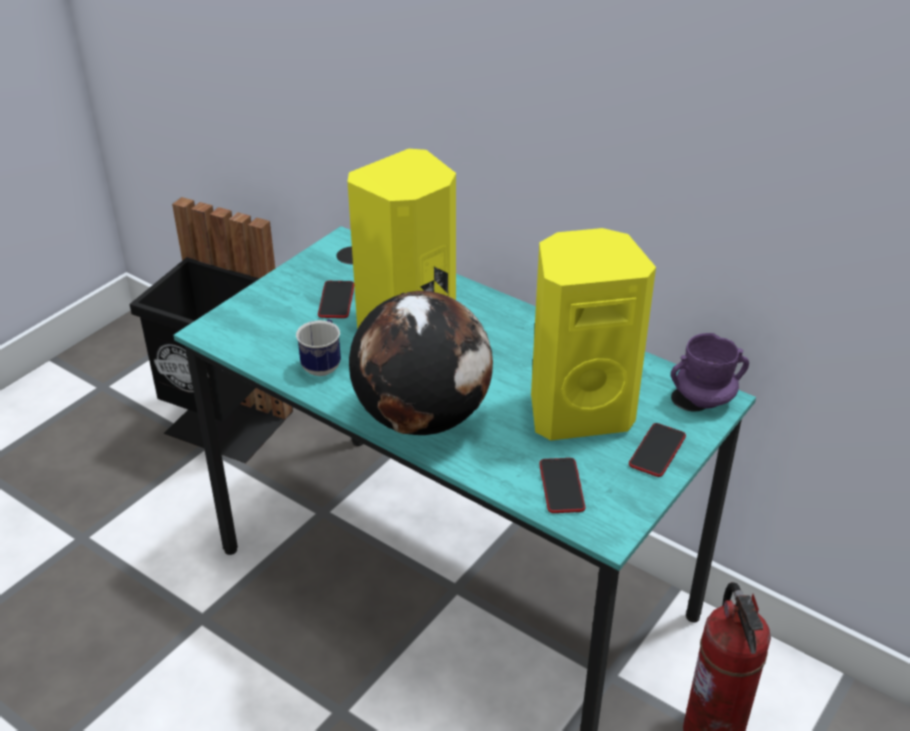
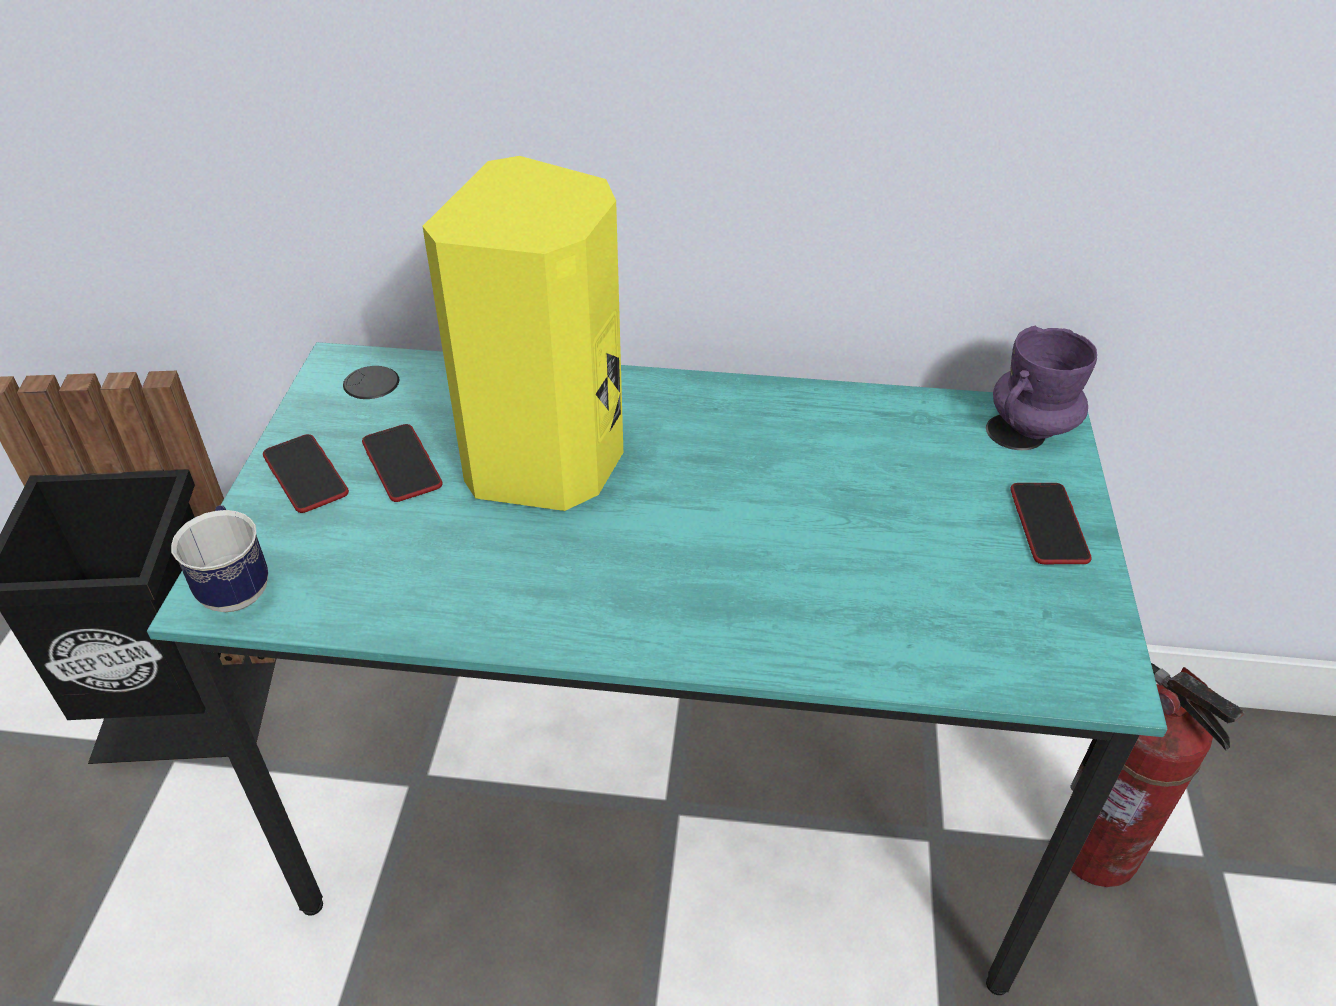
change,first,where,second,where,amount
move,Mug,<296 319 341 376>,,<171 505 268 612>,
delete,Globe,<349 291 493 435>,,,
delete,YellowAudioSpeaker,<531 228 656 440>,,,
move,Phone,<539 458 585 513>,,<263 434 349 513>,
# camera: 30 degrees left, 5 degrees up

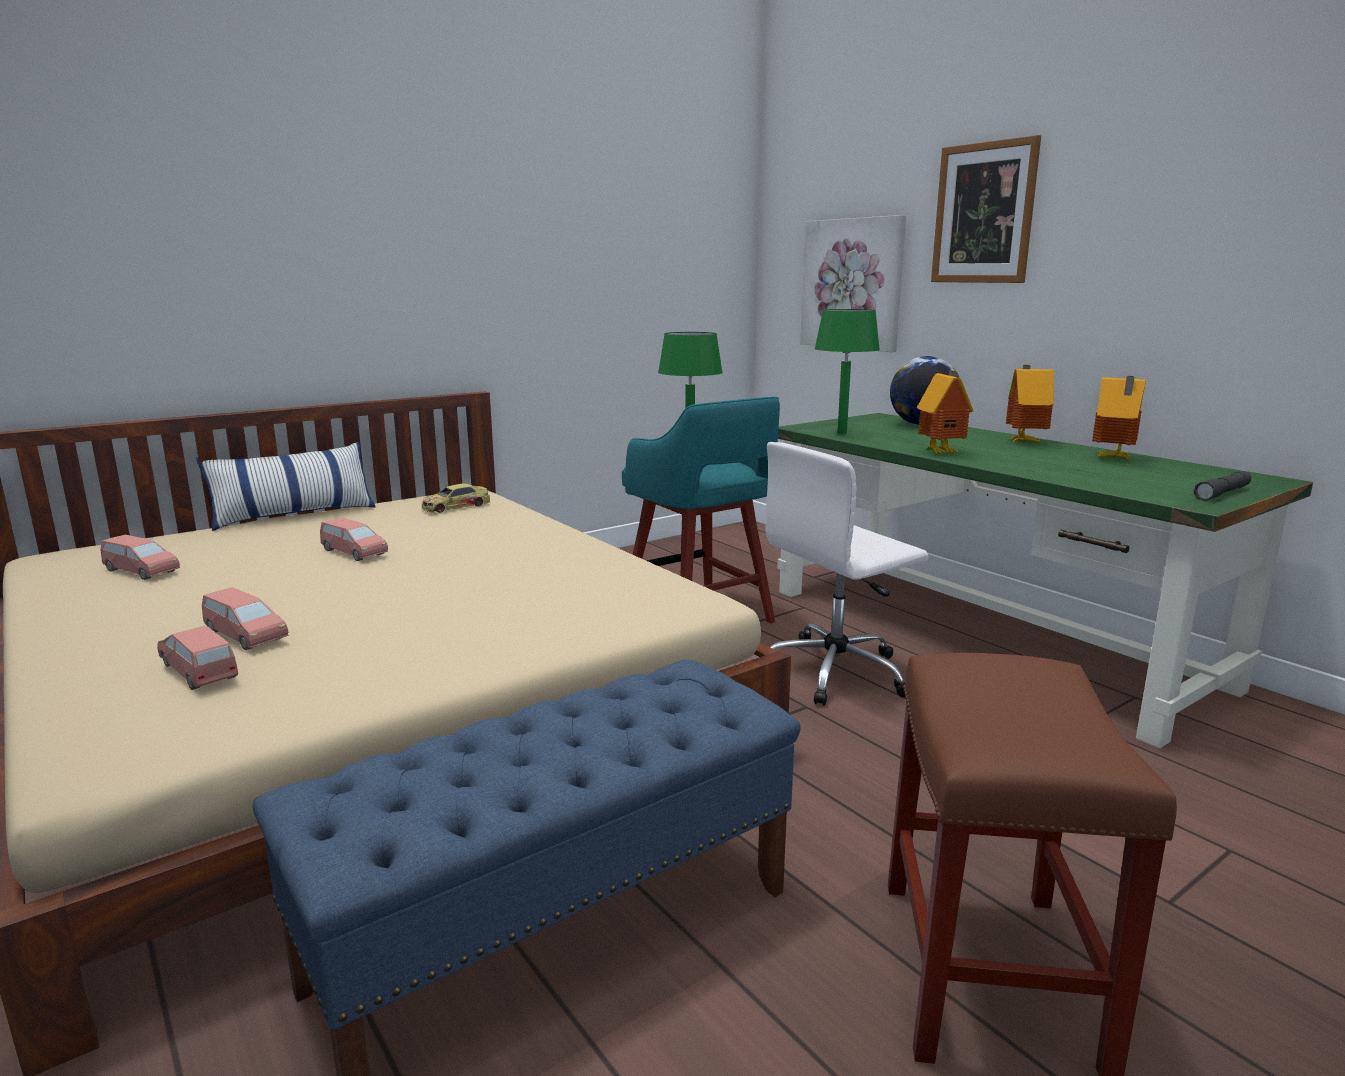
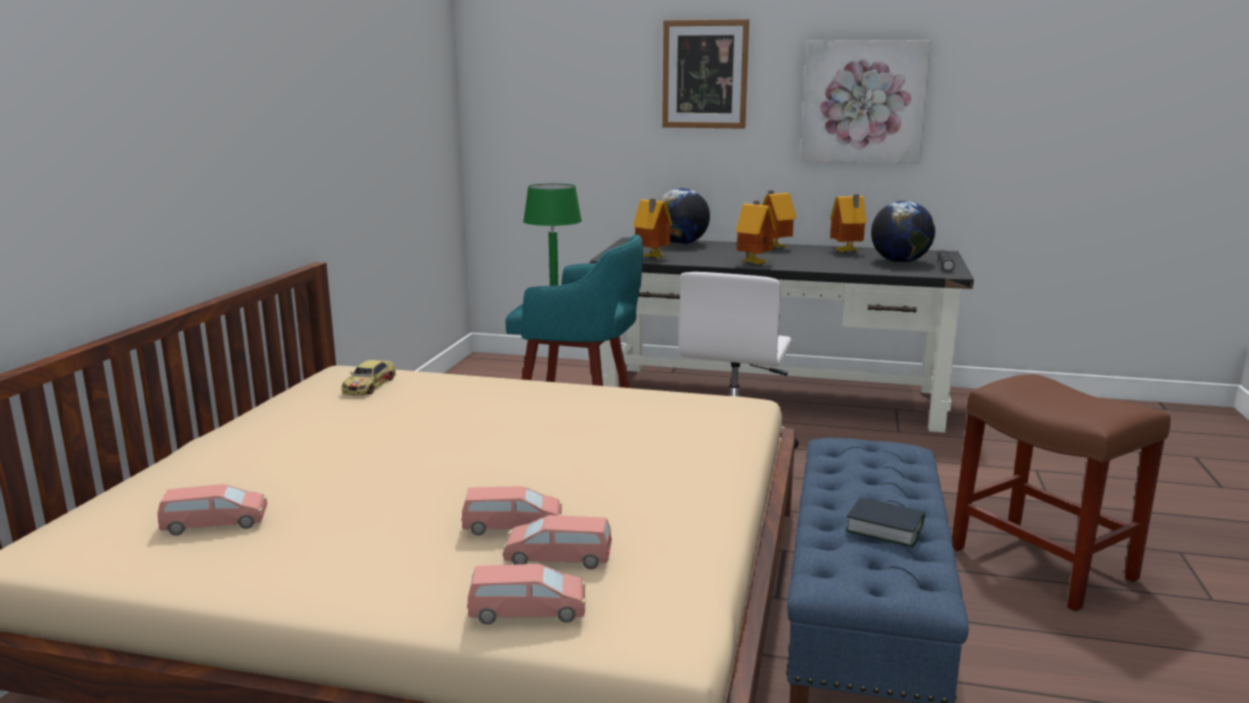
change,first,where,second,where,amount
delete,ThrowPillow,<196 442 376 531>,,,
move,PinkishMiniatureCar,<320 518 388 561>,,<467 564 585 625>,
recolor,GreenishDeskUnit,<777 413 1313 749>,BlackishDeskUnit,<590 237 974 433>,
move,WallArt,<800 215 906 352>,,<800 40 931 164>,
replace,GreenishLampForATable,<814 309 880 434>,MiniatureHouse,<633 199 673 259>,
insert,,,BoundBook,<846 497 925 547>,
insert,,,Globe,<871 201 935 263>,
# camera: 40 degrees left, 0 degrees up

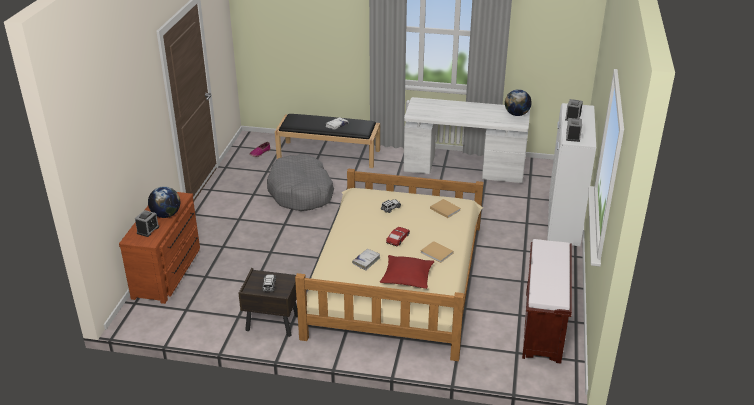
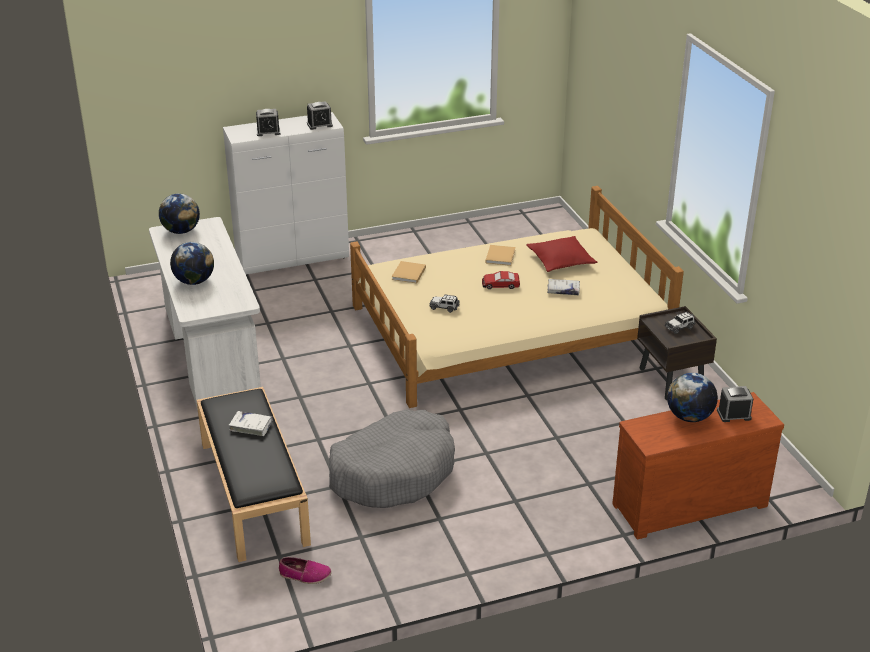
change,first,where,second,where,amount
delete,BrownishLongSeat,<522 239 572 364>,,,
insert,,,Globe,<170 242 214 285>,
# camera: 120 degrees left, 0 degrees up

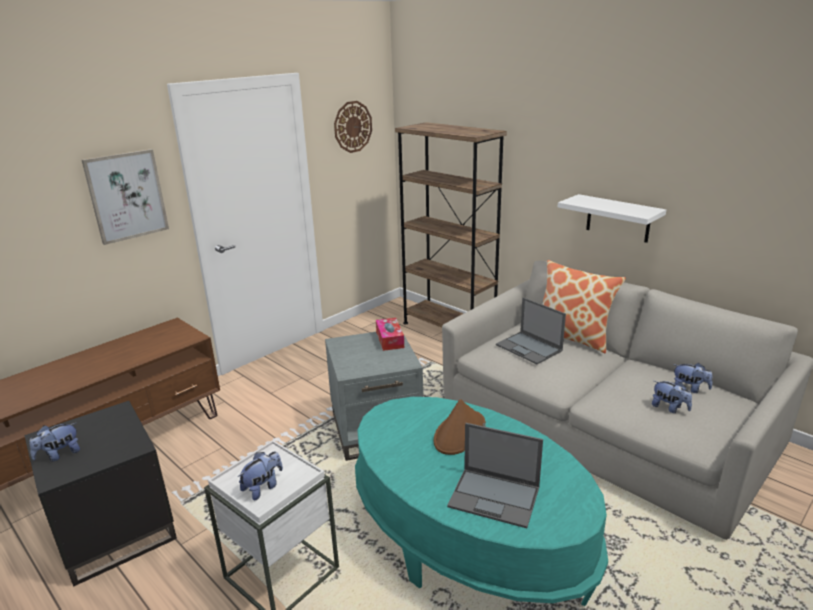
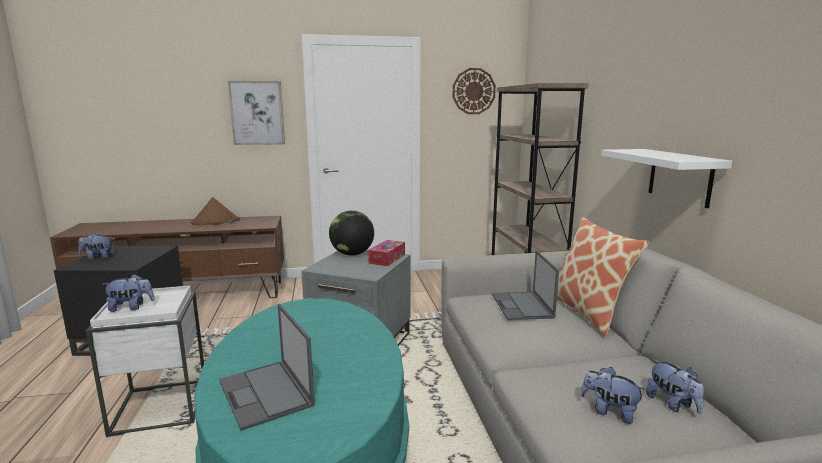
change,first,where,second,where,amount
move,BrownishClothingHat,<434 399 486 455>,,<191 197 240 225>,
rotate,CuddlyToy,<652 381 692 413>,,<580 367 647 424>,135 degrees clockwise
insert,,,Globe,<329 210 374 256>,
# camera: 35 degrees right, 10 degrees down

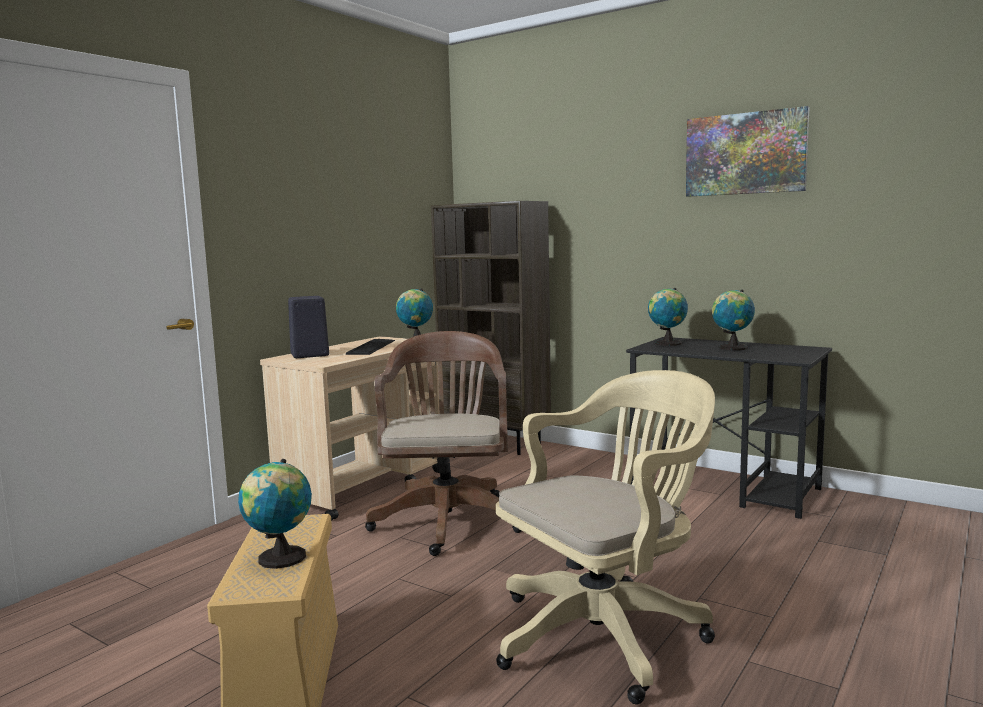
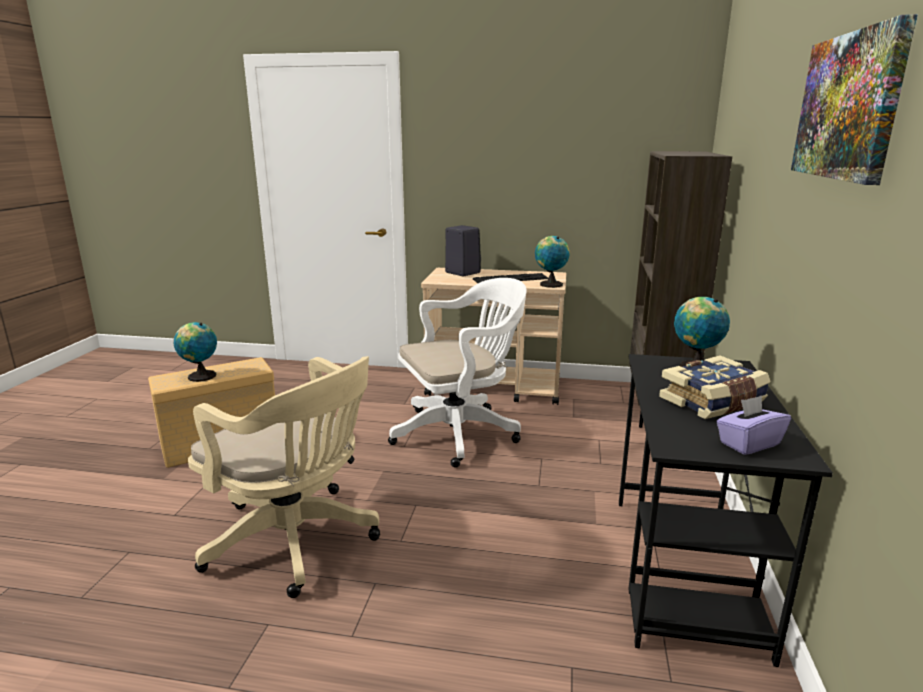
change,first,where,second,where,amount
recolor,BrownishComputerChair,<365 331 522 556>,WhiteColouredComputerChair,<388 278 527 468>,
replace,Globe,<712 290 755 350>,BoundBook,<659 356 771 419>,
insert,,,PurpleColouredBoxOfTissues,<716 395 791 455>,
# camera: 65 degrees right, 10 degrees up

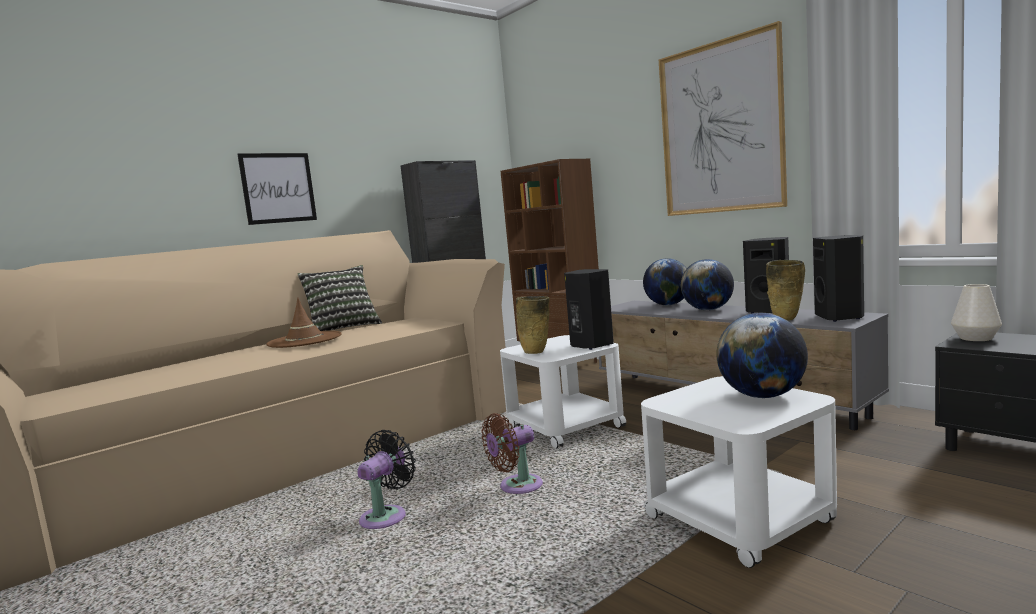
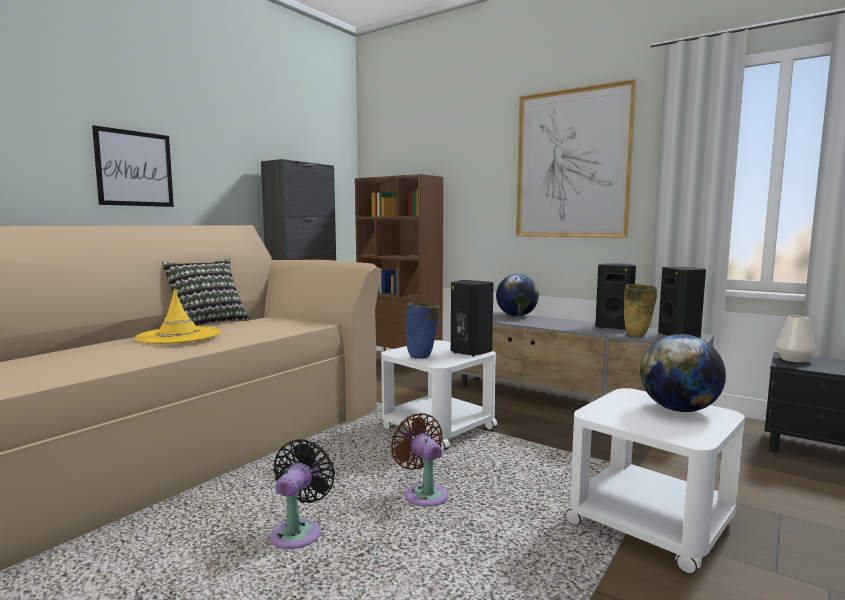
change,first,where,second,where,amount
recolor,BrownishClothingHat,<266 297 342 348>,YellowClothingHat,<135 289 220 344>,
rotate,BrownishElectricFan,<482 413 543 494>,,<391 413 448 507>,105 degrees clockwise
recolor,BeigeVase,<516 296 549 354>,BlueVase,<405 302 439 359>,
delete,Globe,<681 259 734 310>,,,
# camera: 15 degrees left, 0 degrees up

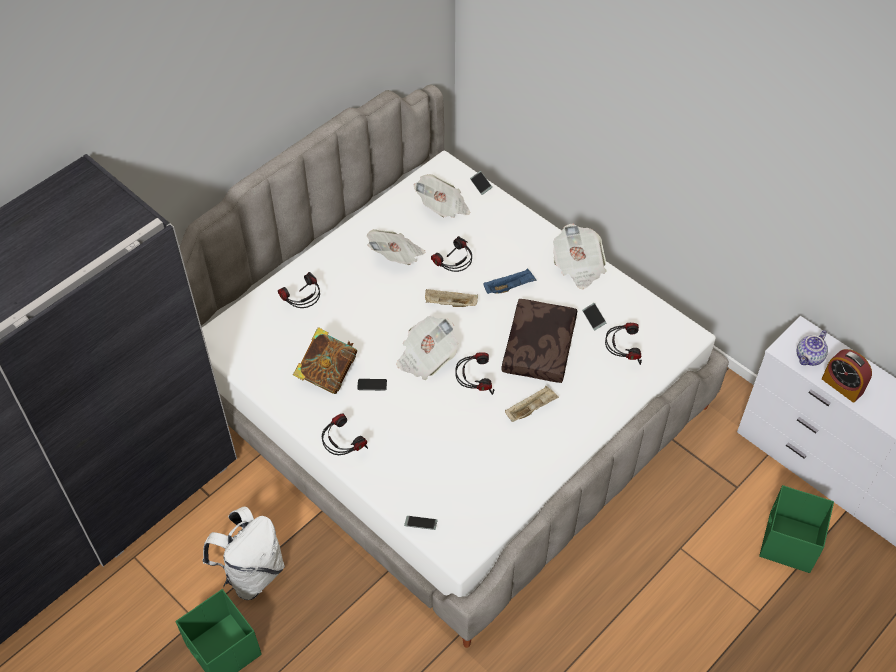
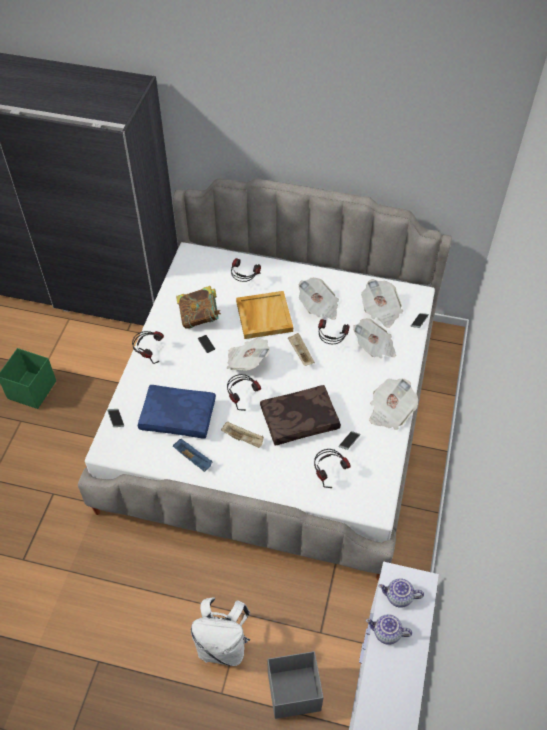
change,first,where,second,where,amount
move,WhiteColouredKnapsack,<202 507 285 600>,,<191 597 250 666>,
move,BlueServingTray,<483 269 537 294>,,<173 439 212 472>,
recolor,GreenishStorageContainer,<759 485 834 573>,GreyishStorageContainer,<268 651 323 719>,
replace,TableClock,<822 349 872 403>,PotForTea,<366 614 412 645>,
insert,,,BlueThrowPillow,<138 385 216 439>,
insert,,,BeigeServingTray,<236 291 293 339>,
insert,,,Newspaper,<353 319 396 359>,
# camera: 60 degrees right, 0 degrees up

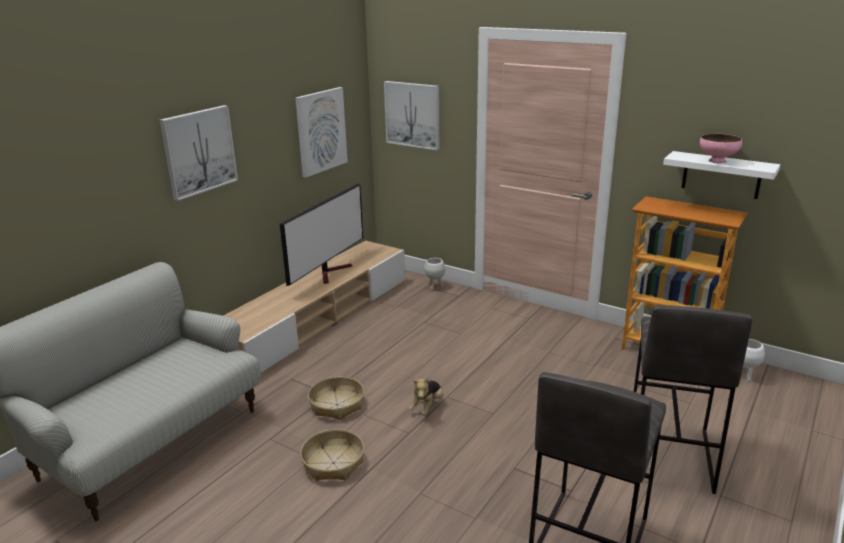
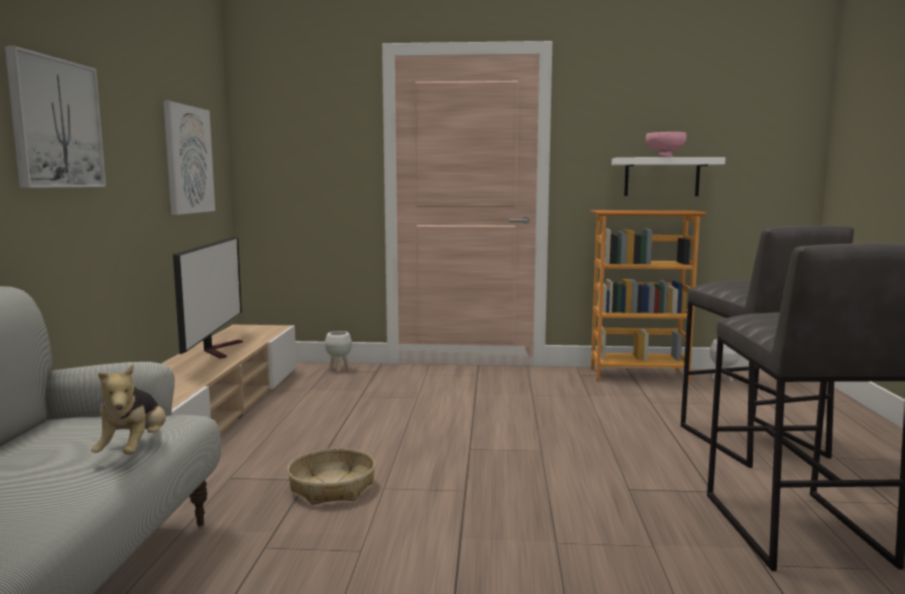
change,first,where,second,where,amount
delete,HouseholdBasket,<300 429 364 481>,,,
delete,WallArt,<384 81 439 150>,,,
move,CuddlyToy,<409 378 443 415>,,<91 364 166 455>,
# camera: 30 degrees left, 15 degrees down

